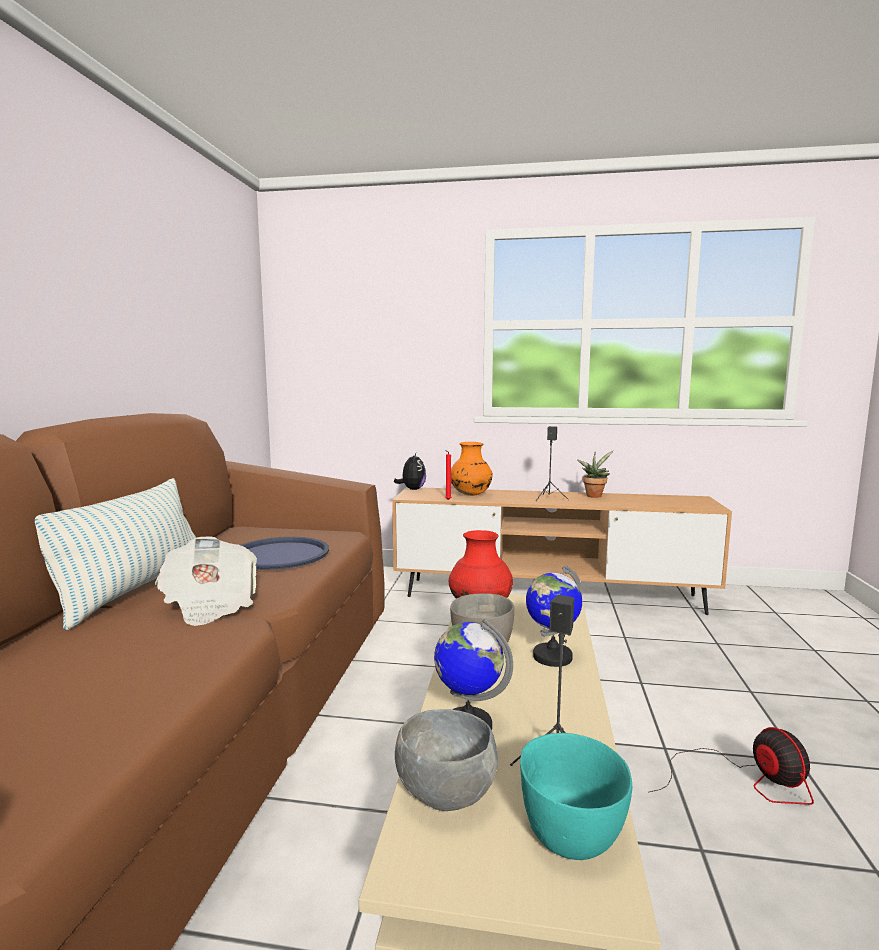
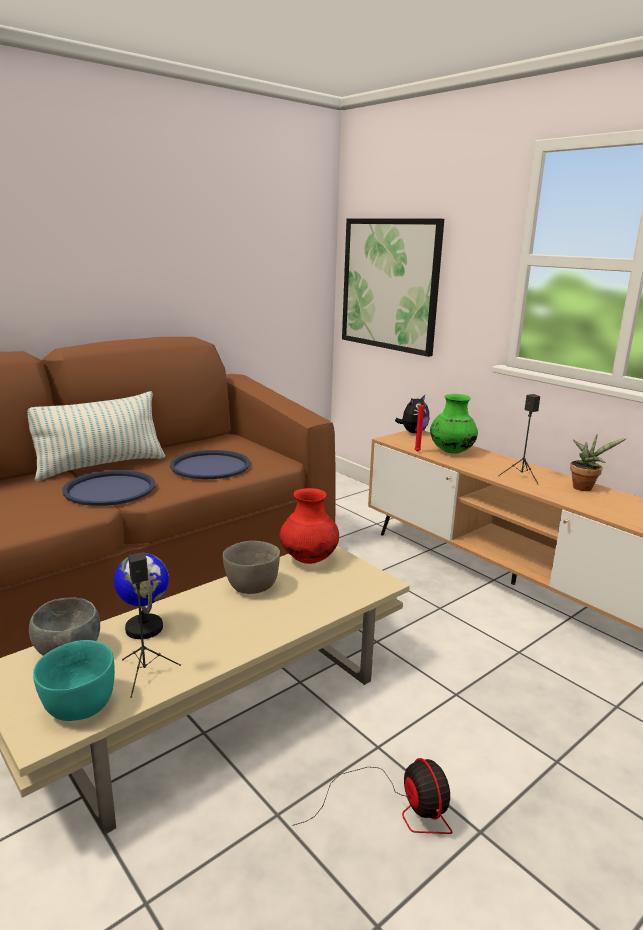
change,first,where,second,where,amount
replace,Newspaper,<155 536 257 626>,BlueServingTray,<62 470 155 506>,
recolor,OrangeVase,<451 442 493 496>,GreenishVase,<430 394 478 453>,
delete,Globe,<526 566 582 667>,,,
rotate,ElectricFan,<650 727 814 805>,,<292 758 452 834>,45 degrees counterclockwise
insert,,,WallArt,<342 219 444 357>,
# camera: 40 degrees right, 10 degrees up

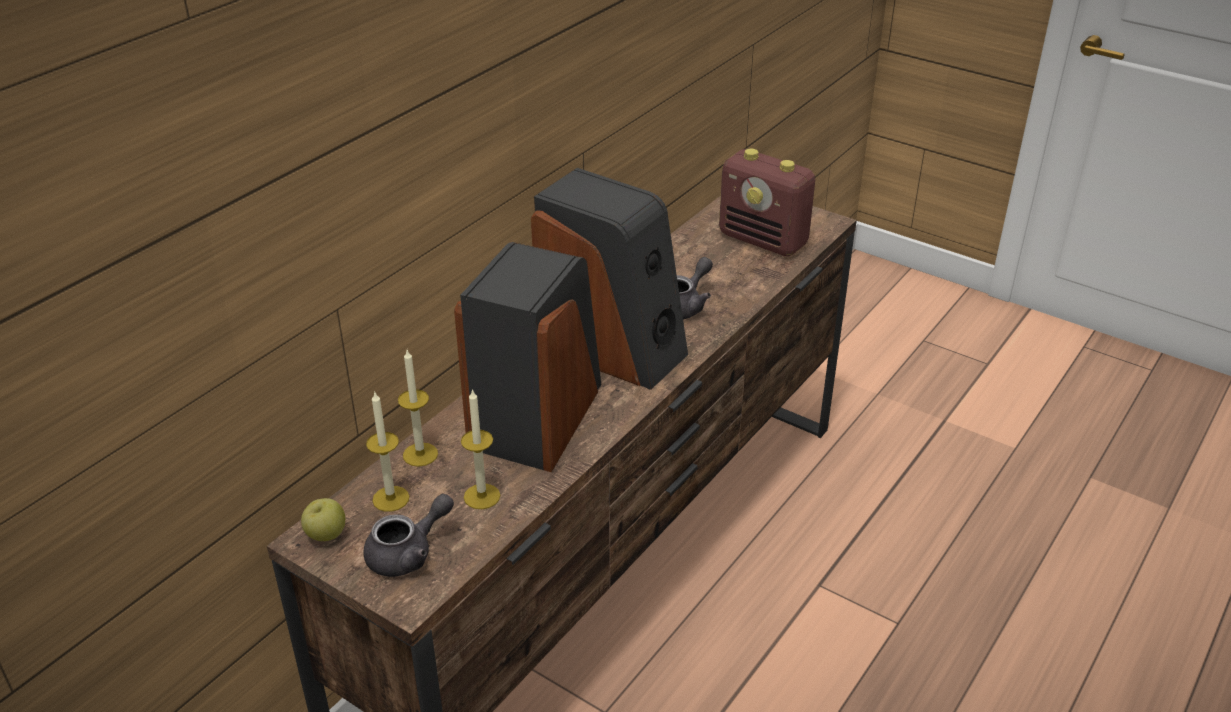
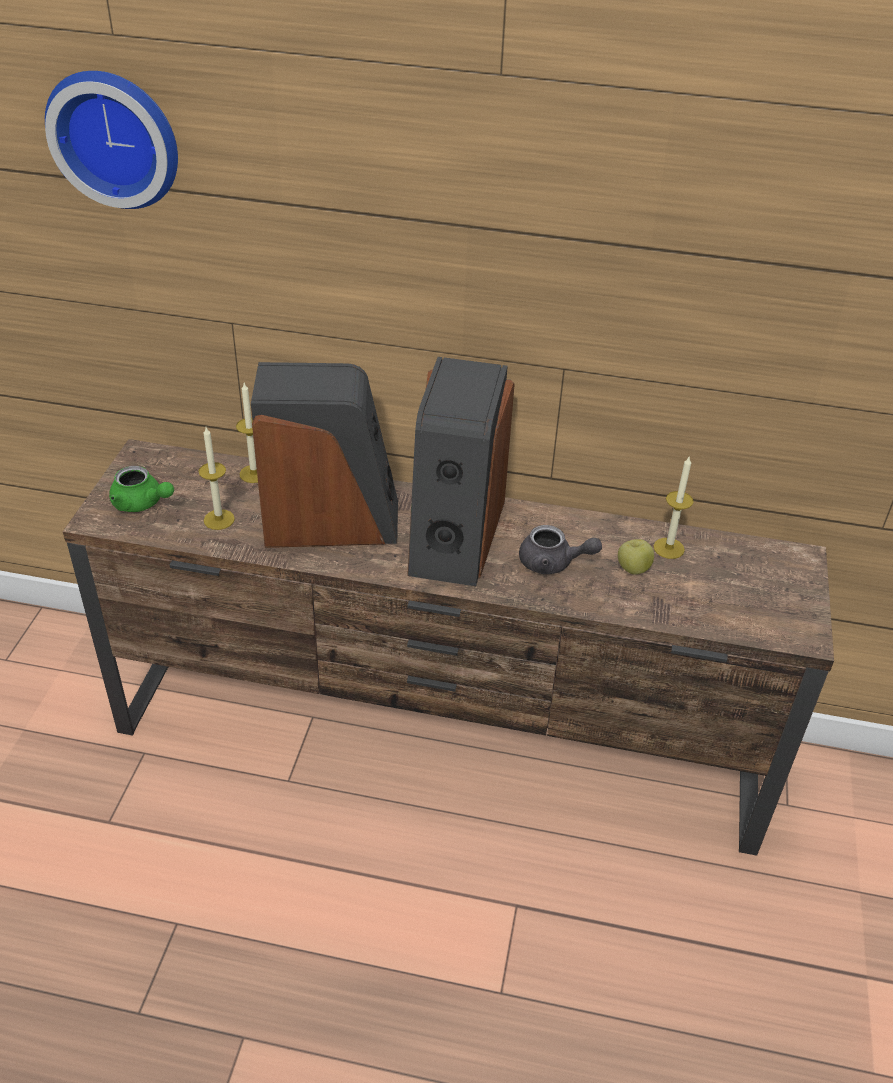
change,first,where,second,where,amount
move,Apple,<301 498 345 541>,,<618 539 654 575>,
recolor,GreyishPotForTea,<363 494 454 577>,GreenishPotForTea,<109 466 174 512>,
move,Candle,<366 391 410 512>,,<653 457 694 559>,
delete,Radio,<719 149 815 256>,,,
insert,,,HangingClock,<45 71 178 209>,
# camera: 65 degrees right, 5 degrees up

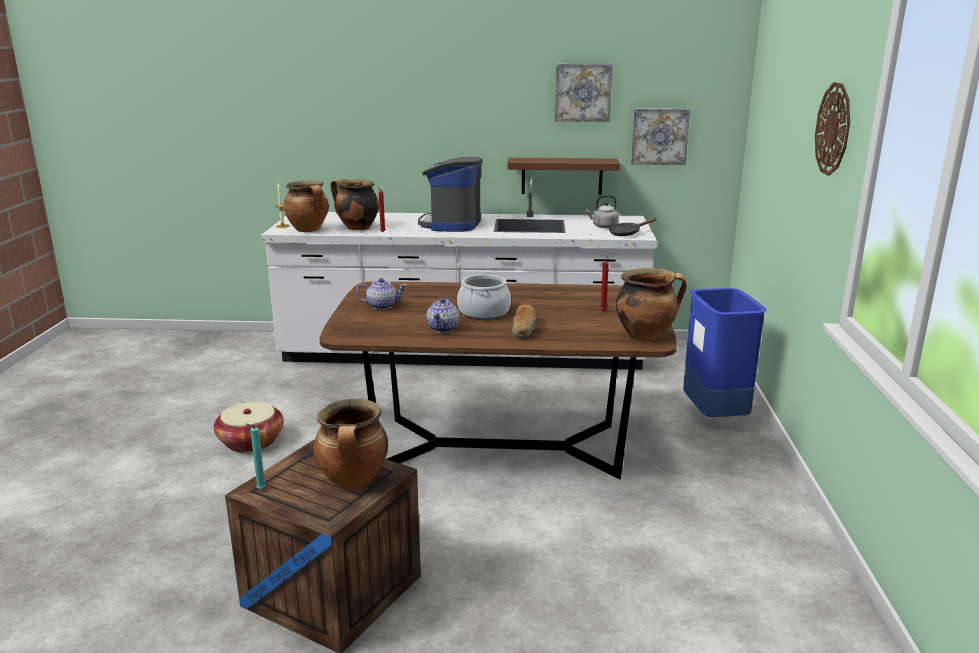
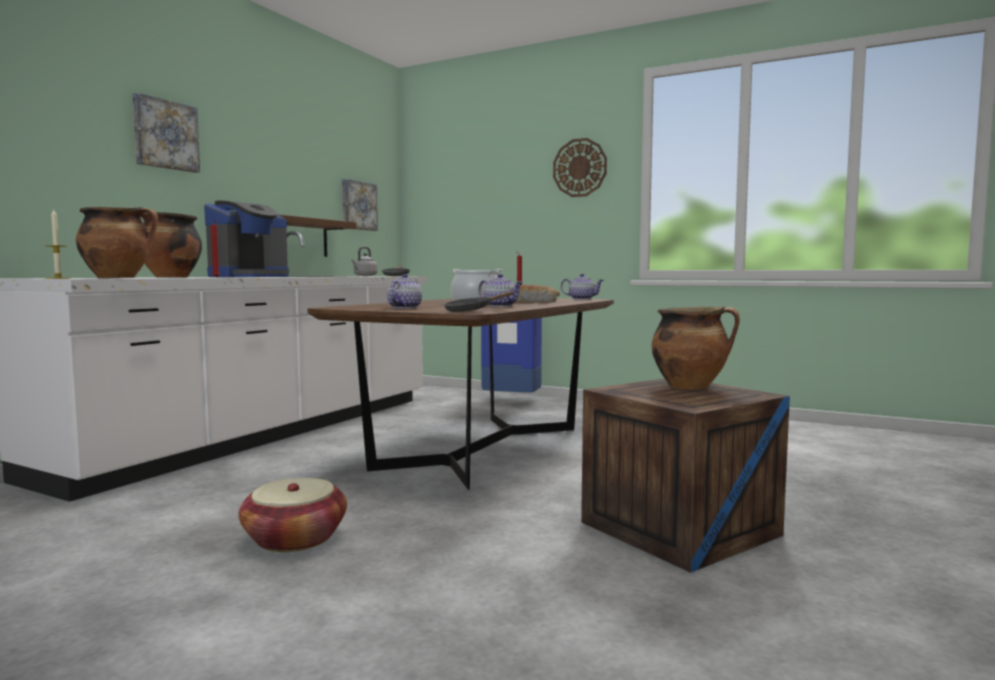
change,first,where,second,where,amount
delete,TurquoiseColouredCandle,<246 423 266 490>,,,
rotate,CoffeeMachine,<418 157 483 232>,,<204 201 289 277>,90 degrees counterclockwise
move,WallArt,<555 64 612 122>,,<133 93 200 173>,
replace,Stockpot,<616 268 687 341>,PotForTea,<561 274 604 300>,
insert,,,BlackishPan,<444 291 514 312>,
# camera: 65 degrees left, 15 degrees down

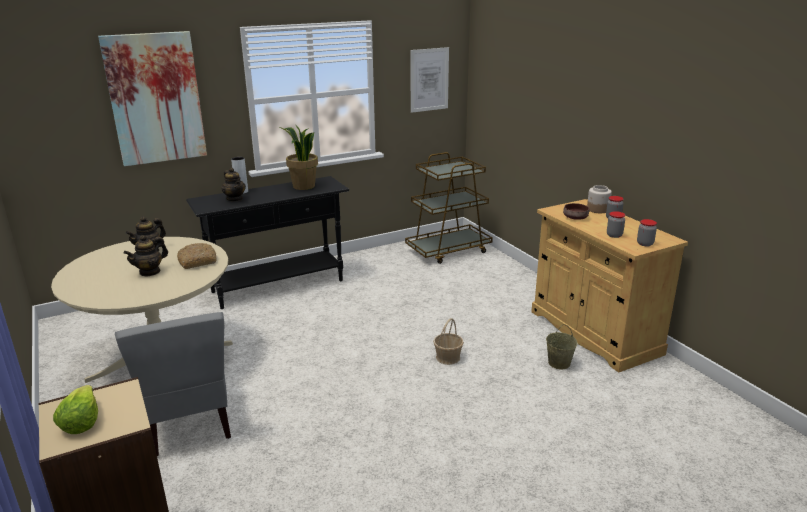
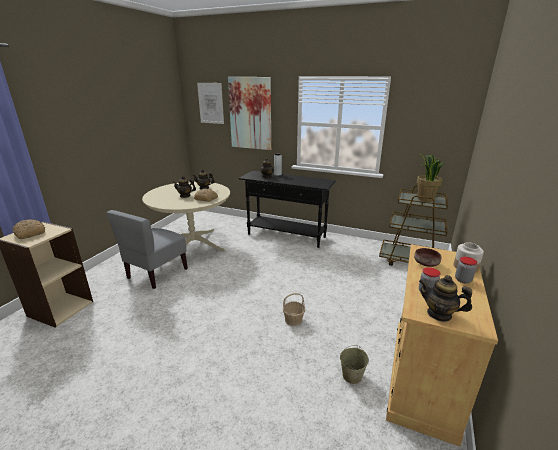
change,first,where,second,where,amount
replace,HeadOfLettuce,<53 385 98 434>,BakedBread,<12 219 45 239>,
move,PlantInAPot,<280 126 318 190>,,<417 154 444 202>,
move,WallArt,<410 47 449 113>,,<197 83 224 124>,
replace,StorageJar,<637 219 657 246>,PotForTea,<419 275 472 322>,
# camera: 50 degrees right, 0 degrees up

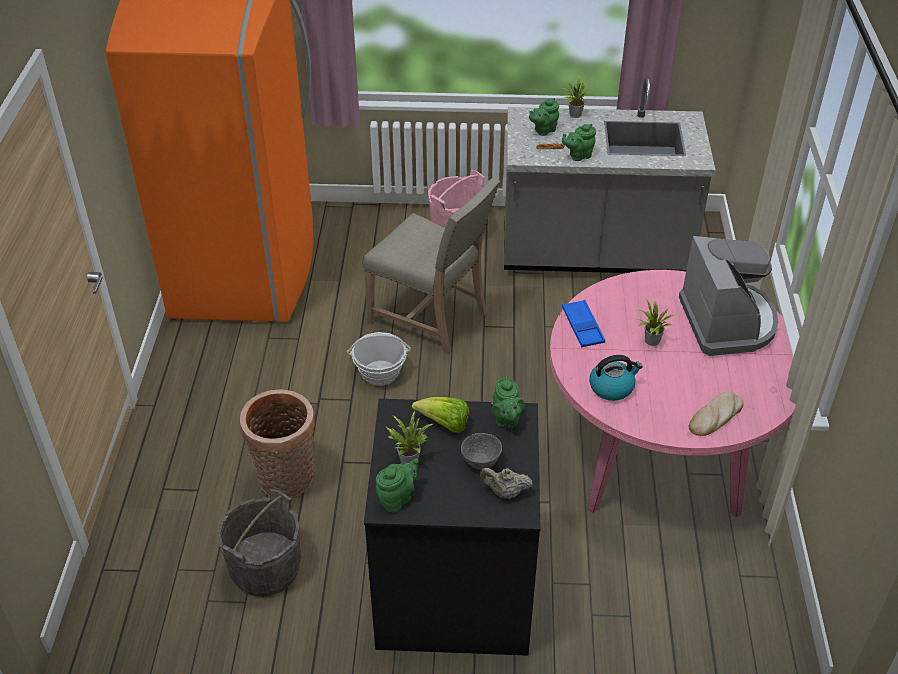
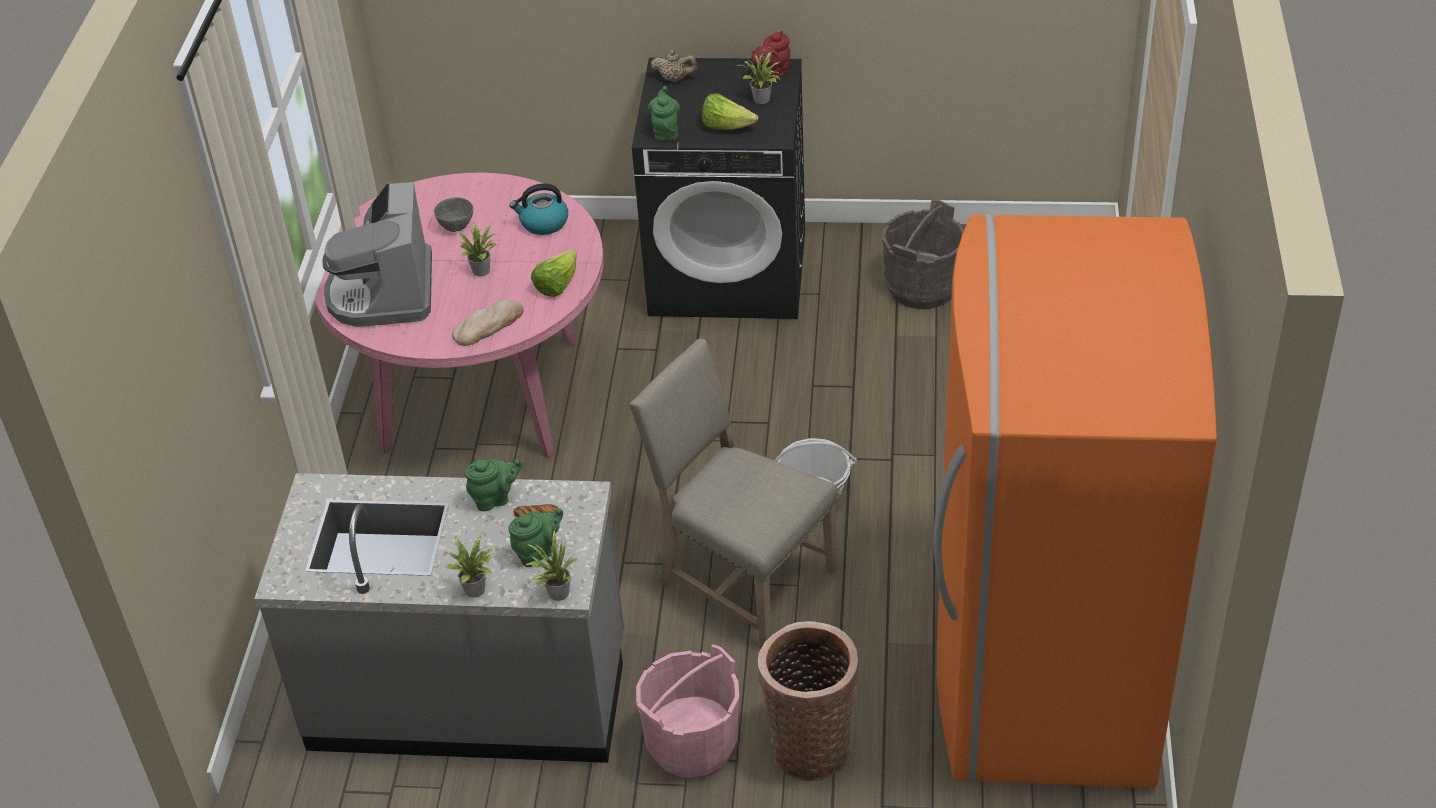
change,first,where,second,where,amount
move,HouseholdBasket,<240 389 315 498>,,<758 621 858 781>,
recolor,GreenishPotForTea,<376 459 419 513>,RedColouredPotForTea,<751 31 790 79>,
move,GreyishBowl,<461 433 502 470>,,<434 197 474 232>,
replace,BlueServingTray,<562 300 605 347>,HeadOfLettuce,<531 249 577 297>,
move,BakedBread,<689 392 743 436>,,<452 300 524 346>,
insert,,,PlantInAPot,<524 530 578 601>,
# camera: 175 degrees left, 0 degrees up

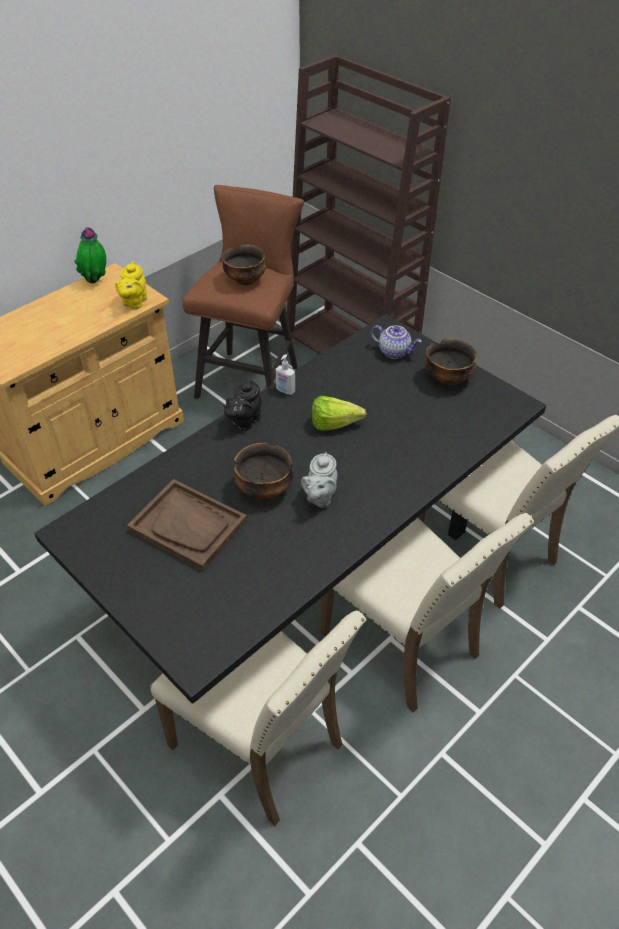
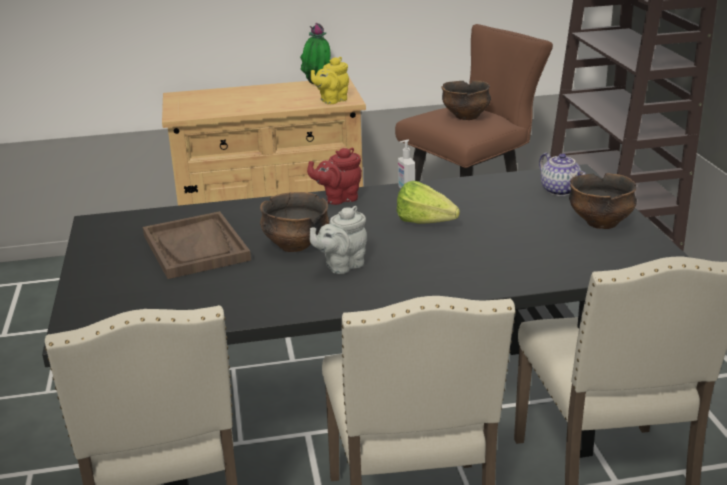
change,first,where,second,where,amount
recolor,BlackishPotForTea,<224 380 261 431>,RedColouredPotForTea,<307 148 362 205>,
# camera: 35 degrees right, 20 degrees down

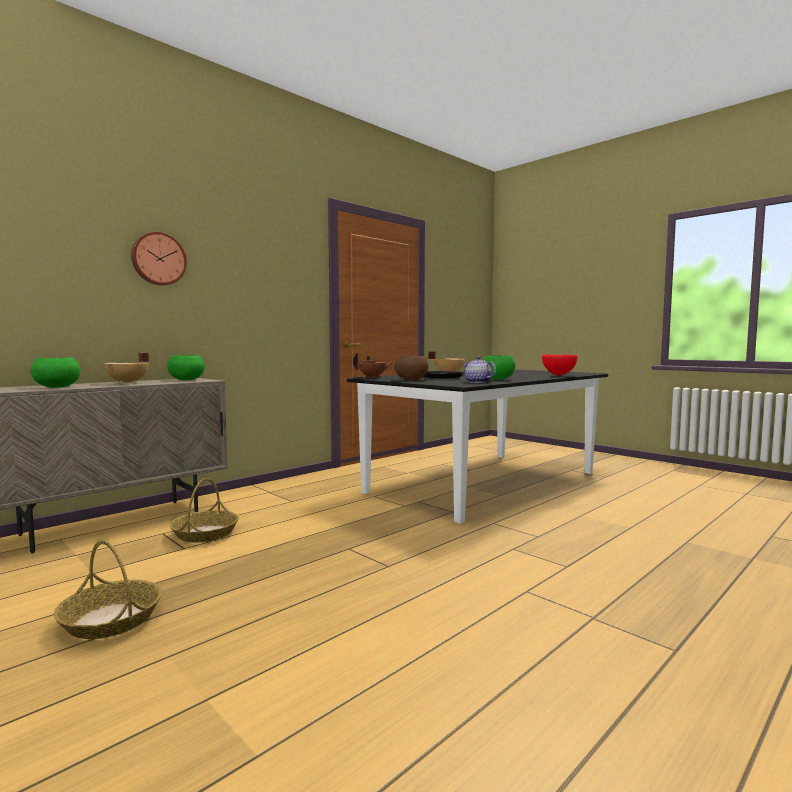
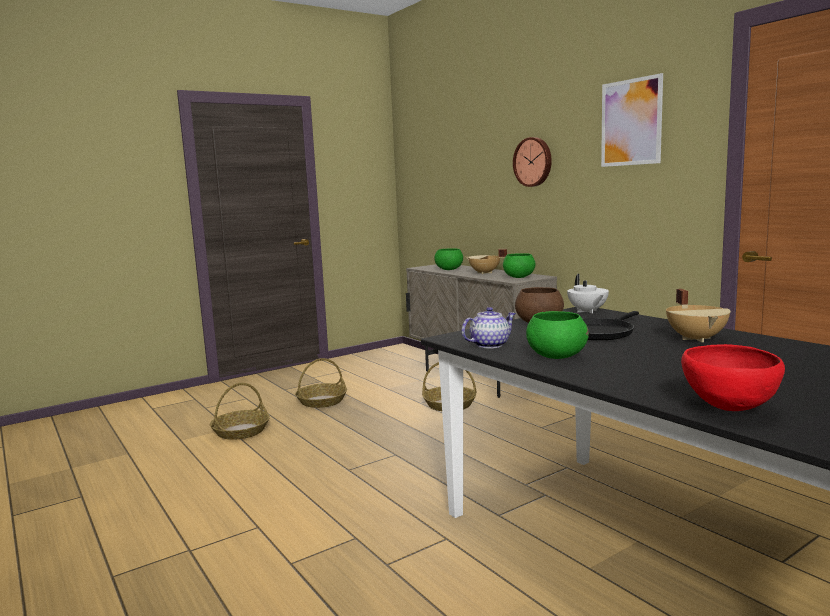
change,first,where,second,where,amount
recolor,BrownishPotForTea,<353 353 393 378>,WhiteColouredPotForTea,<567 274 609 313>,
insert,,,HouseholdBasket,<210 383 270 440>,
insert,,,WallArt,<601 73 663 167>,
# camera: 100 degrees right, 5 degrees up

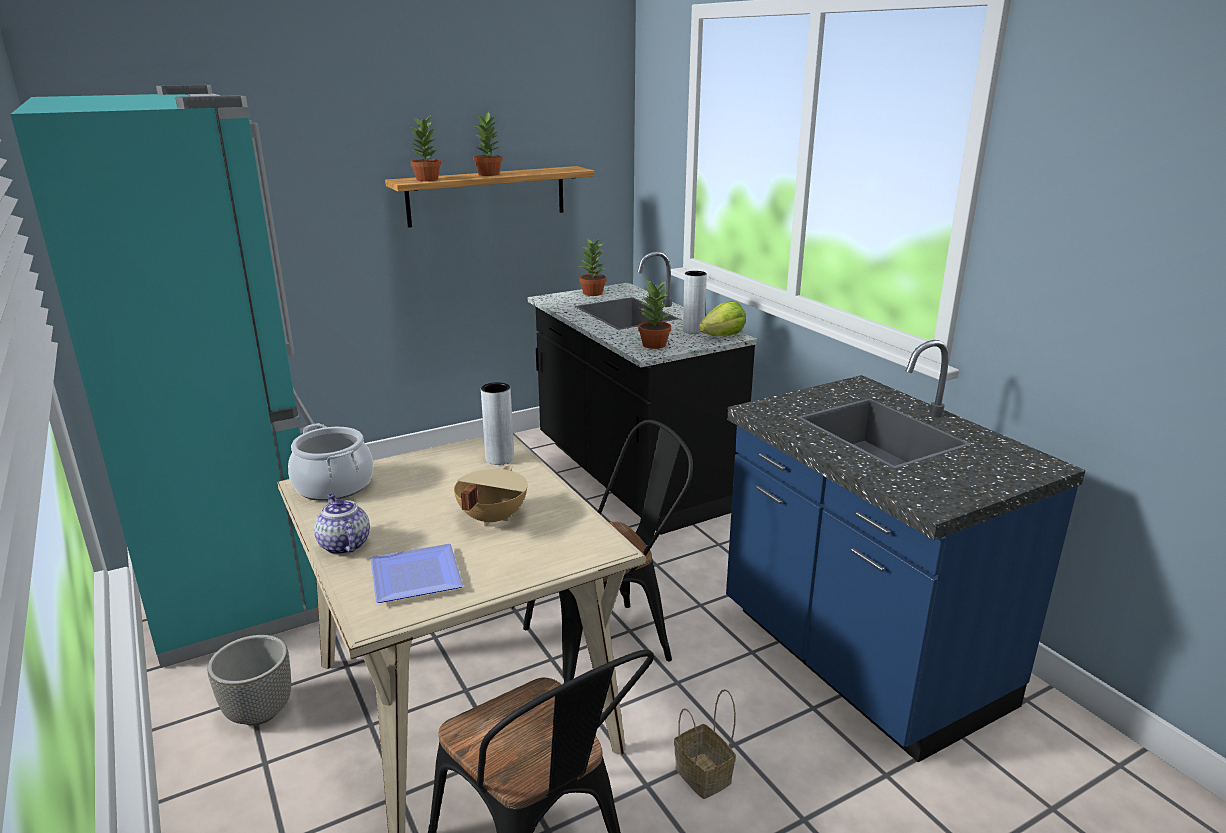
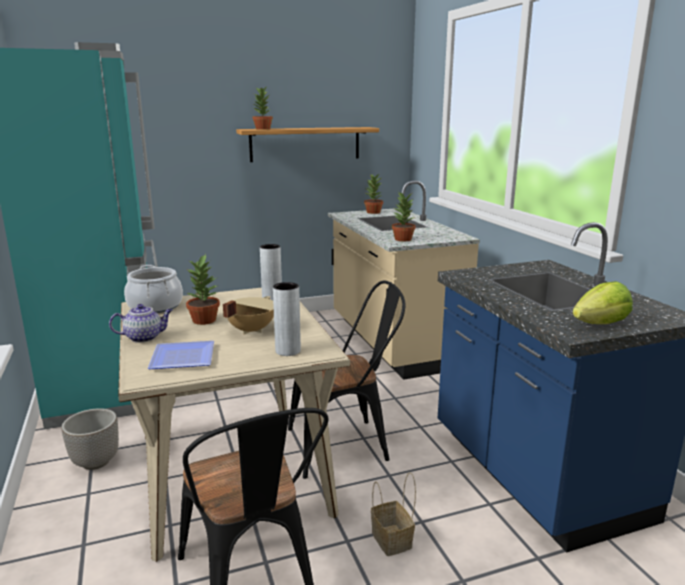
change,first,where,second,where,amount
rotate,PotForTea,<314 494 370 555>,,<109 304 172 343>,90 degrees clockwise
move,PlantInAPot,<473 111 502 176>,,<186 254 220 325>,
recolor,BlackishKitchenBaseUnit,<528 251 757 535>,BeigeKitchenBaseUnit,<328 181 480 380>,
move,GreyishVase,<683 271 707 334>,,<273 282 301 356>,
move,HeadOfLettuce,<699 301 746 336>,,<573 281 633 324>,
# camera: 10 degrees right, 5 degrees down

